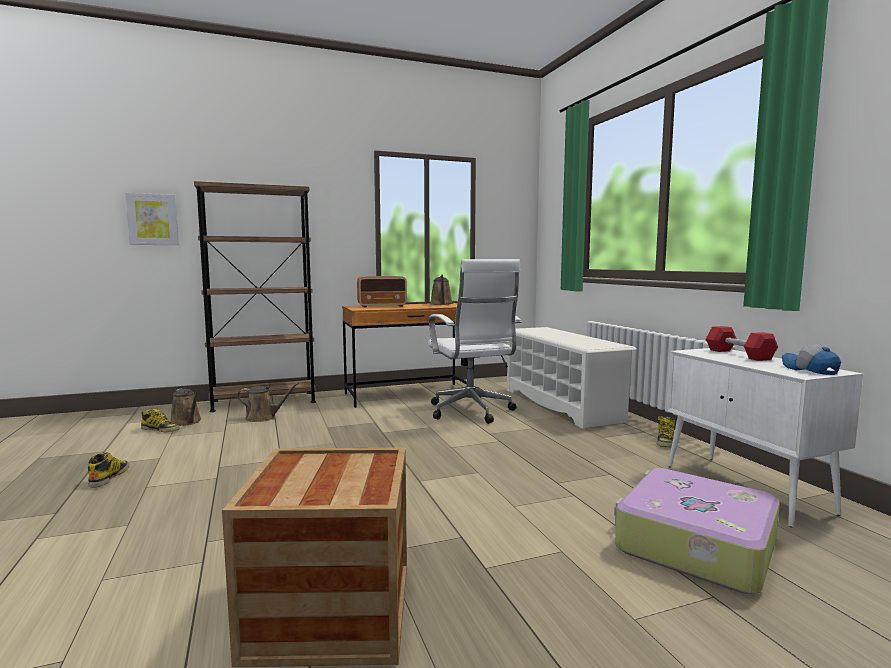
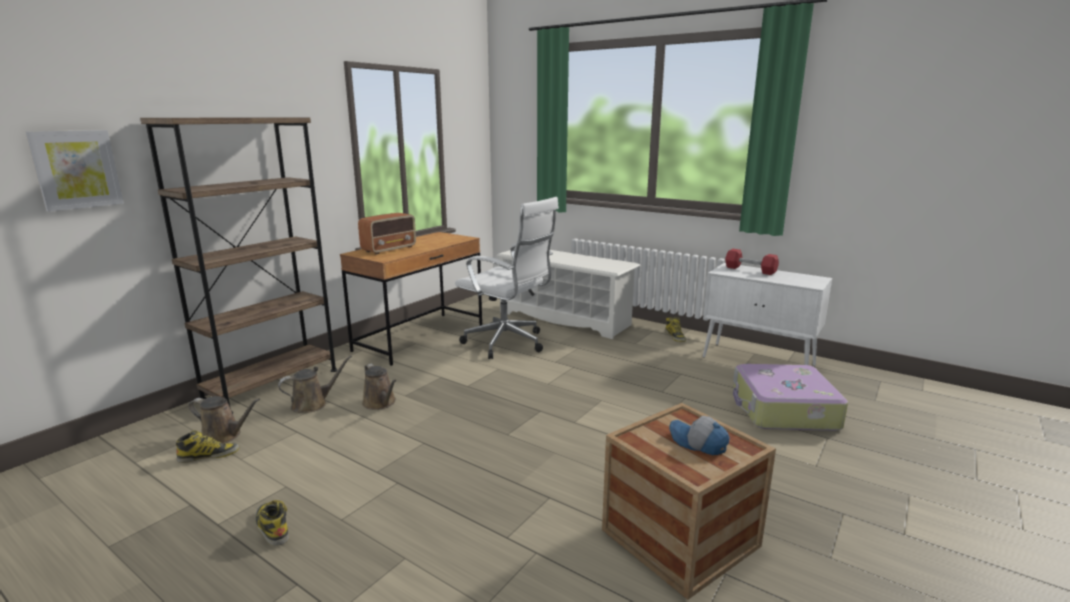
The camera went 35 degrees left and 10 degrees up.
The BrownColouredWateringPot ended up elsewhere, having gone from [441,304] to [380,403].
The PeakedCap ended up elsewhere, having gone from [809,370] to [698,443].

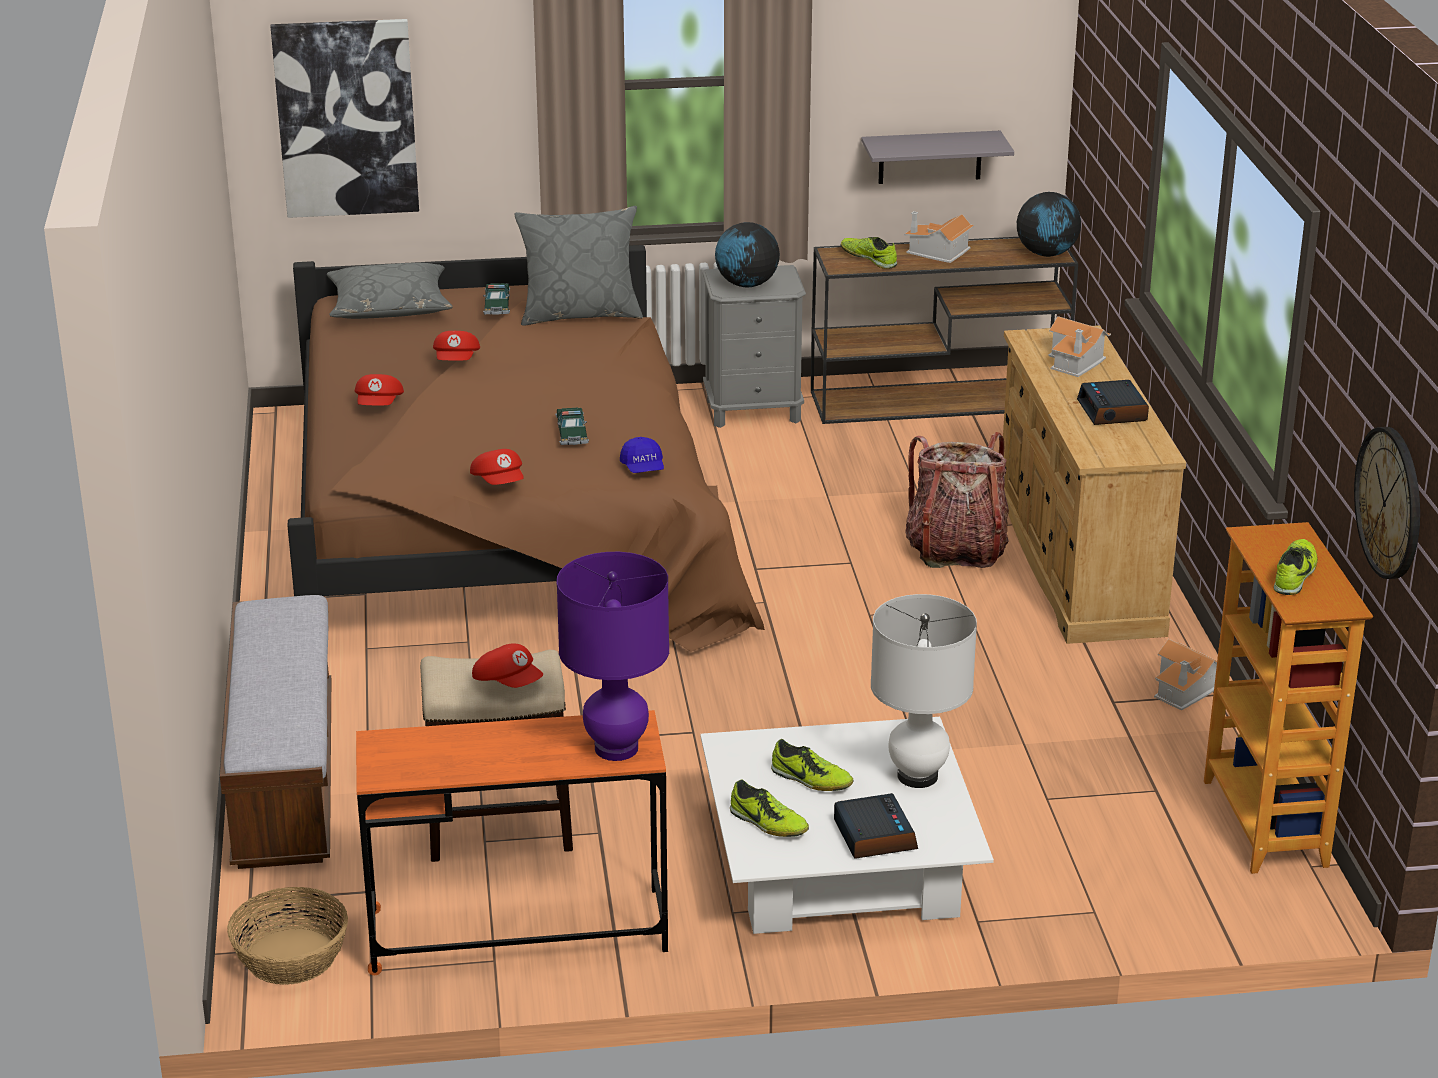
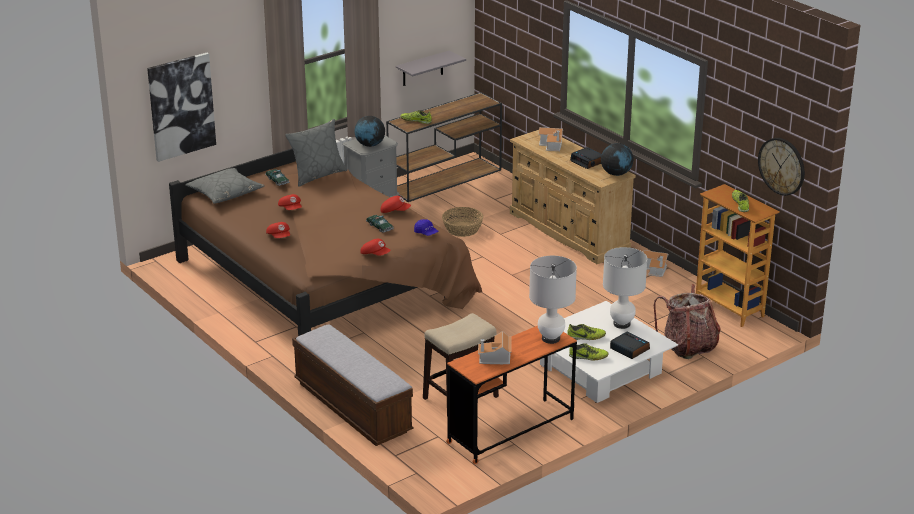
The camera went 30 degrees left and 0 degrees up.
The RedColouredPeakedCap ended up elsewhere, having gone from [508,682] to [395,211].
The HouseholdBasket ended up elsewhere, having gone from [292,957] to [463,229].
The MiniatureHouse ended up elsewhere, having gone from [938,252] to [495,358].
What was the PurplishTableLamp at [616,748] turned into the WhiteColouredTableLamp at [551,338].
The WorldGlobe ended up elsewhere, having gone from [1047,254] to [616,174].
The Knapsack ended up elsewhere, having gone from [956,550] to [688,347].

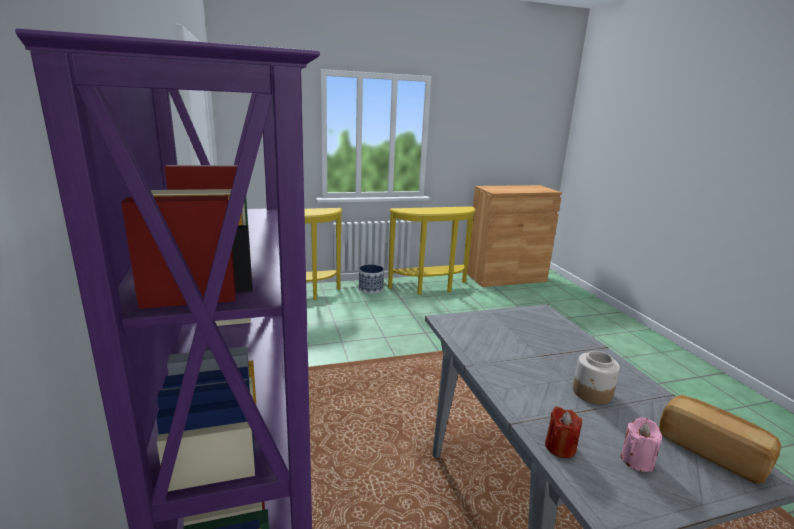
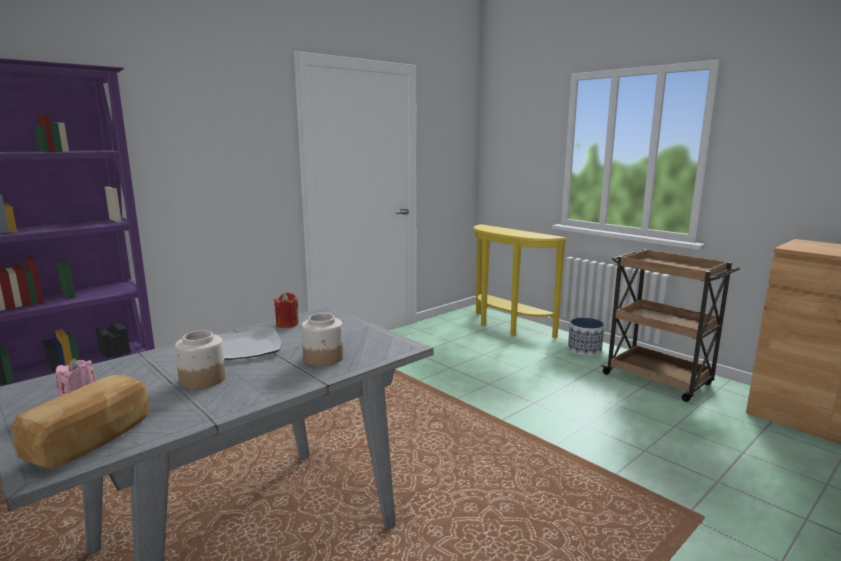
The camera went 65 degrees right and 5 degrees down.
The second view gained the Plate at [243,348].
The RedColouredWaxCandle ended up elsewhere, having gone from [560,447] to [287,324].
The second view gained the PreserveJar at [323,358].
Where the YellowishConsoleTable stood at [431,288], the BrownColouredTrolley came to stand at [659,380].

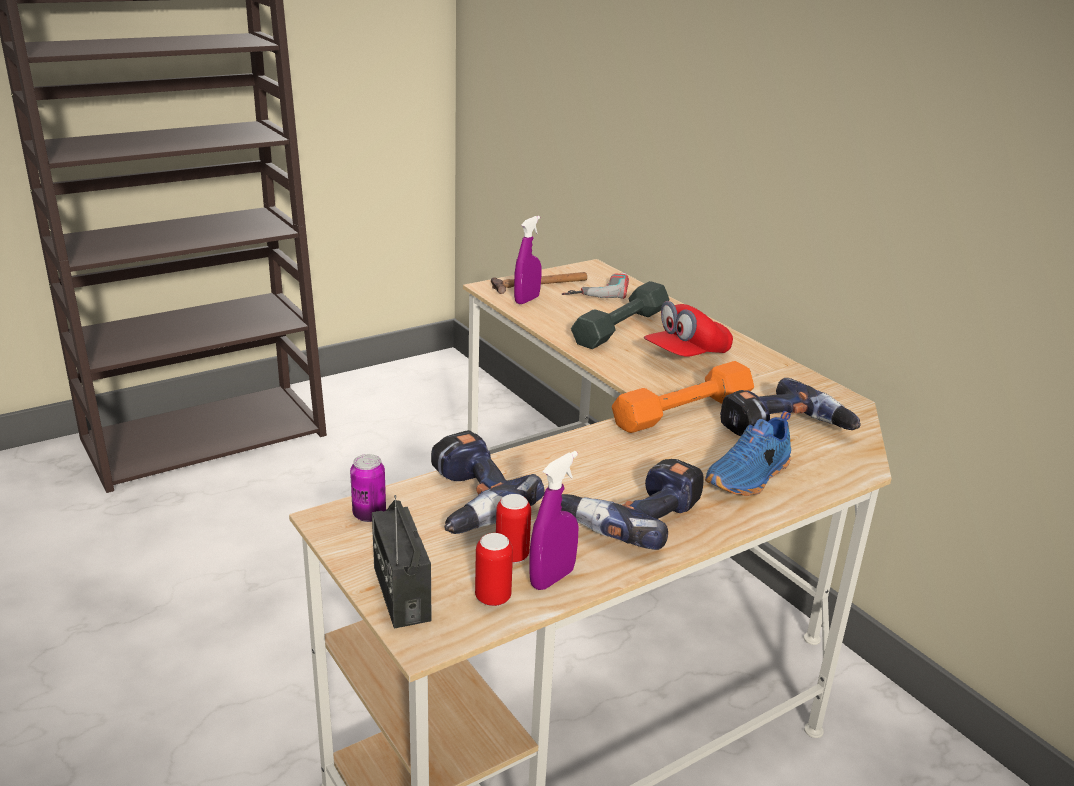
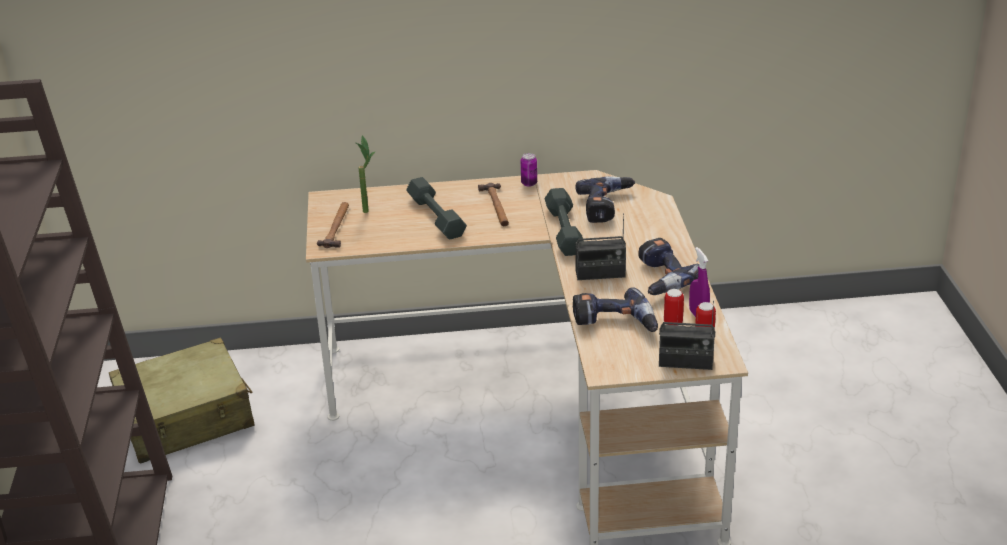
The camera went 60 degrees left and 5 degrees up.
The second view gained the BeigeColouredSuitcase at [186,418].
Where the ElectricDrill stood at [596,290], the PlantInAPot came to stand at [368,208].
Where the RedColouredPeakedCap stood at [686,355], the HandHammer came to stand at [496,206].
The SealedCan ended up elsewhere, having gone from [369,515] to [529,183].
What was the OrangeDumbbell at [683,411] turned into the GreyishDumbbell at [564,230].
The second view gained the RadioReceiver at [600,274].
The second view lost the PurplishSprayer at [527,300].
The second view lost the BluishShoe at [750,477].

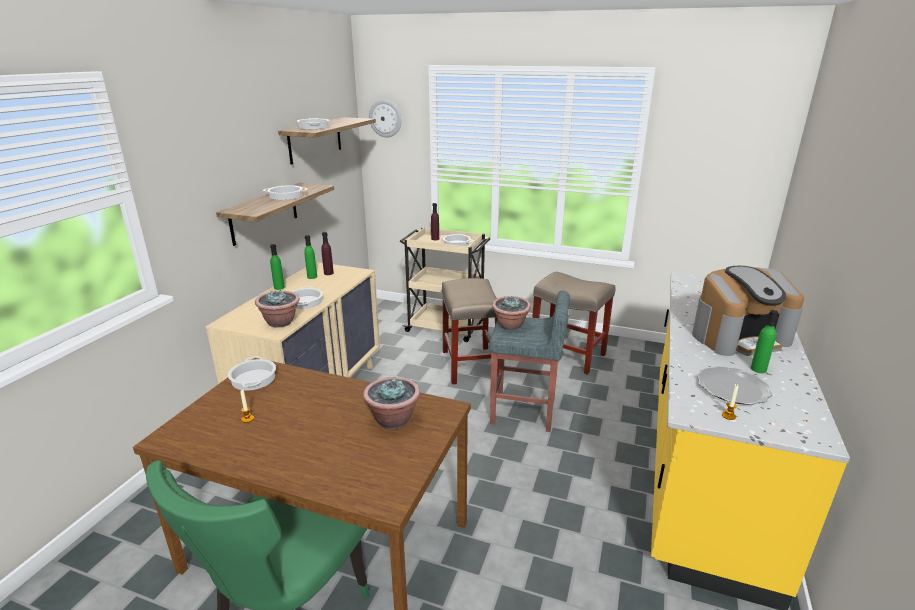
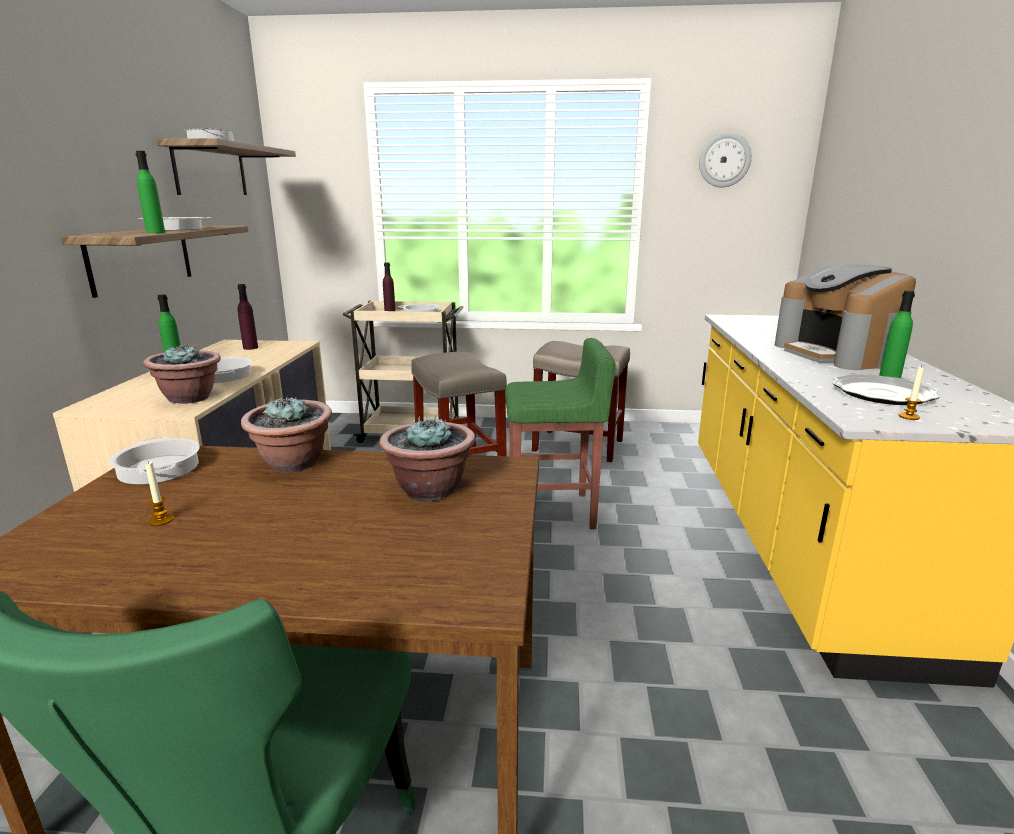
The camera went 15 degrees left and 5 degrees down.
The GreenBottle ended up elsewhere, having gone from [312,277] to [155,232].
The PlantInAPot ended up elsewhere, having gone from [510,325] to [293,463].
What was the GreyishStoolSeat at [524,412] turned into the GreenStoolSeat at [552,511].
The ClockOnTheWall ended up elsewhere, having gone from [385,118] to [724,160].
The CoffeeMachine at [739,337] ended up facing another way, 105 degrees clockwise from before.

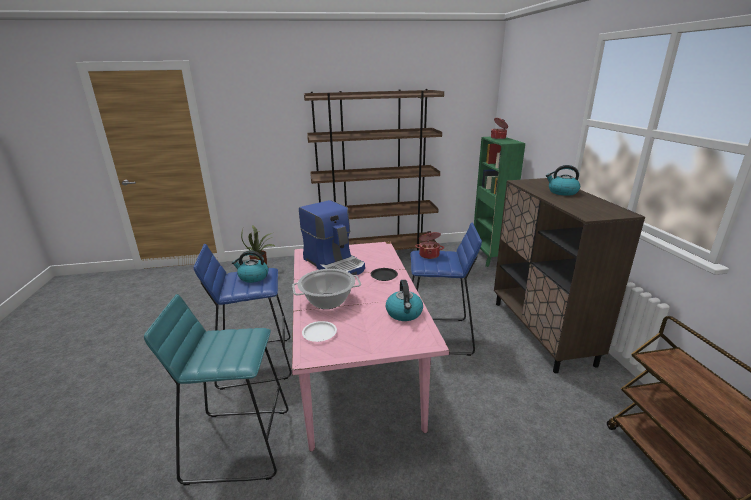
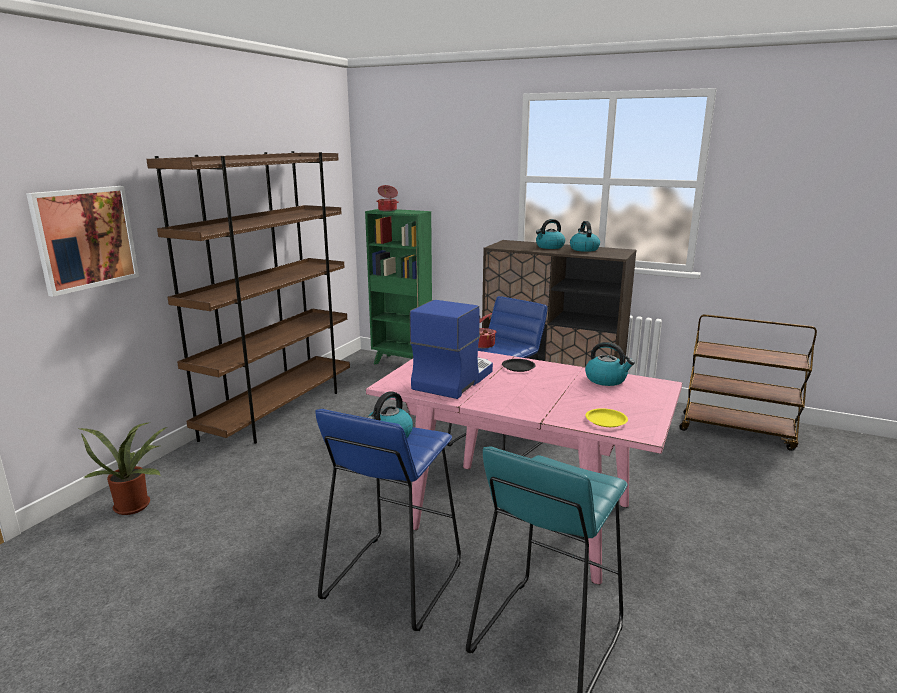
The camera went 55 degrees left and 5 degrees down.
The second view gained the WallPicture at [85,238].
The CoffeeMachine at [335,264] ended up facing another way, 60 degrees counterclockwise from before.
The second view gained the Kettle at [584,249].
What was the WhiteColouredPlate at [319,333] turned into the YellowishPlate at [606,421].
The second view lost the Saucepot at [327,301].

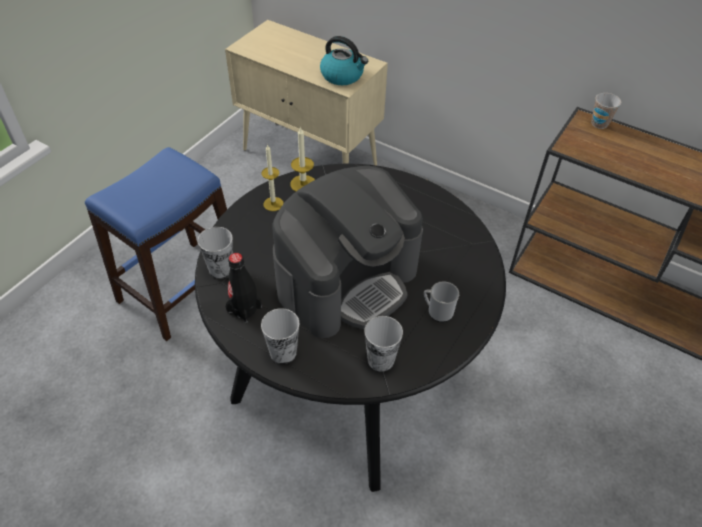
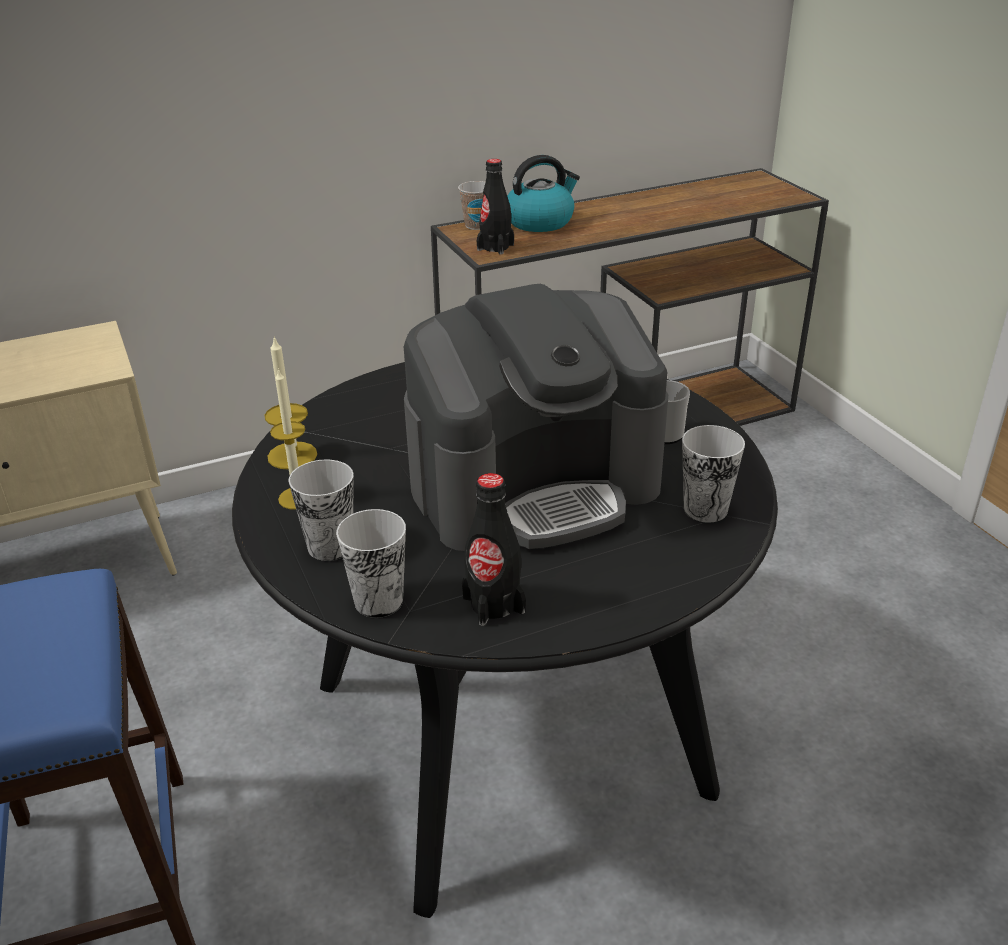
The camera went 55 degrees left and 15 degrees down.
The Cup ended up elsewhere, having gone from [283,352] to [330,546].
The CoffeeMachine at [347,280] ended up facing another way, 75 degrees clockwise from before.
The second view gained the BlackishBottle at [495,247].
The Kettle ended up elsewhere, having gone from [343,76] to [540,221].

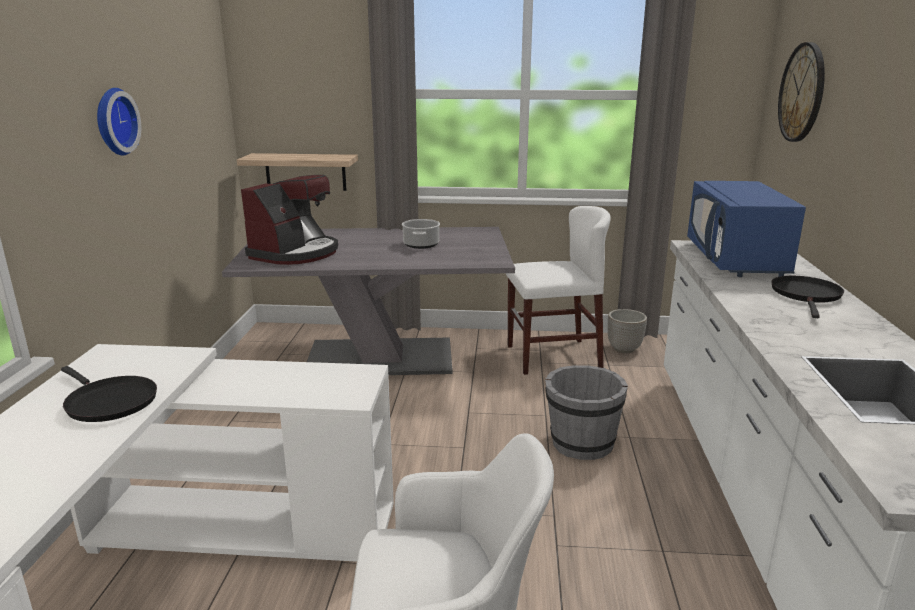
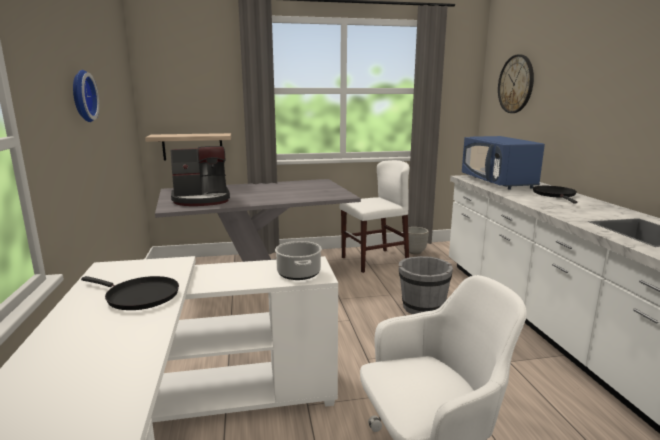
The camera went 15 degrees left and 5 degrees down.
The CoffeeMachine at [295,253] ended up facing another way, 60 degrees clockwise from before.
The Saucepot ended up elsewhere, having gone from [421,245] to [299,273].

